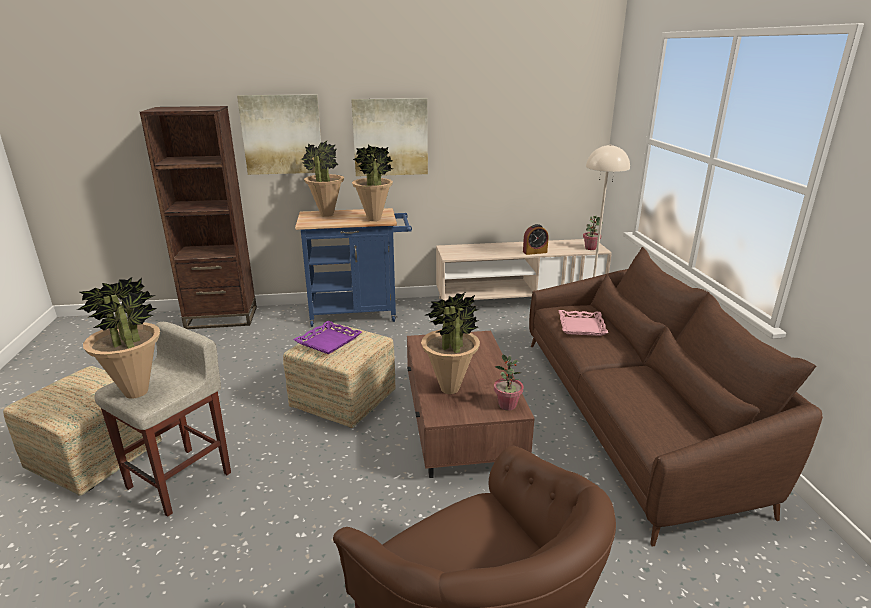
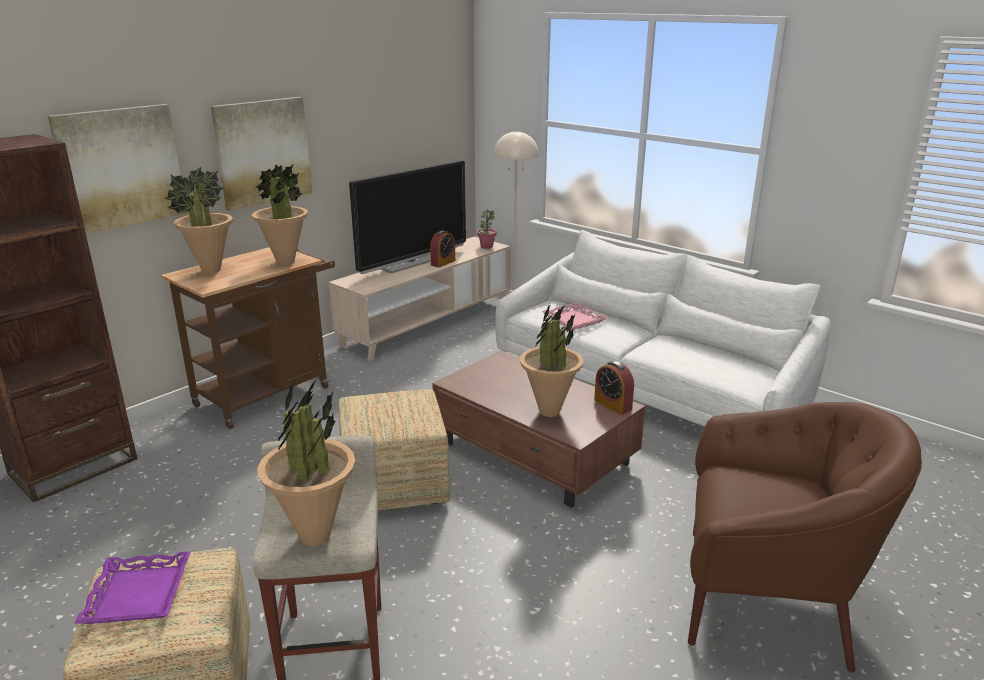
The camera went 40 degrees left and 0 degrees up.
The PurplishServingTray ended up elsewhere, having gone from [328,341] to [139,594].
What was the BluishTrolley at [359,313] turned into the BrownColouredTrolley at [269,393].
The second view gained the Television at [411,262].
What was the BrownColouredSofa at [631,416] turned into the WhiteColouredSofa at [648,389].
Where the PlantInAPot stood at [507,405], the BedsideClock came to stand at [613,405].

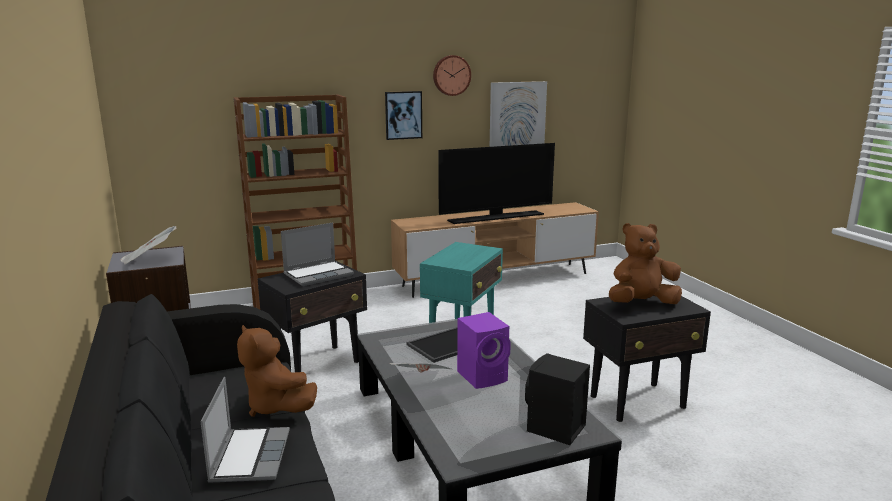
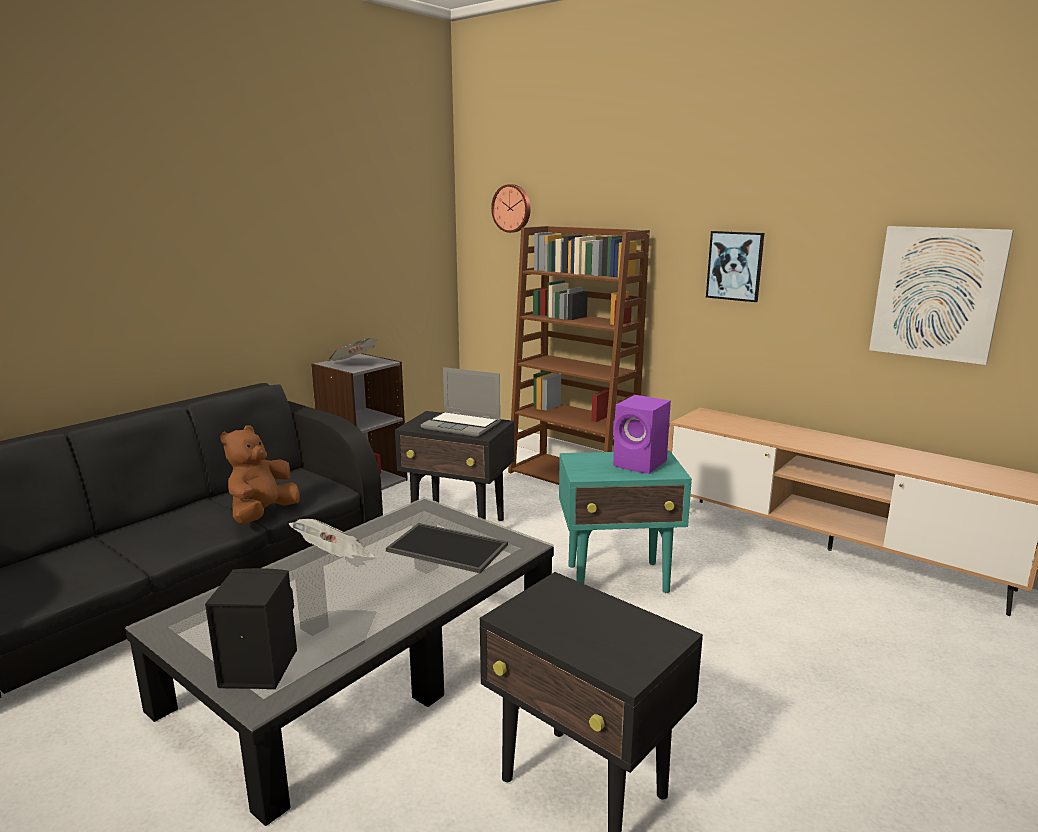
The camera went 60 degrees right and 0 degrees up.
The ClockOnTheWall ended up elsewhere, having gone from [451,75] to [512,208].
The PurplishSpeaker ended up elsewhere, having gone from [484,376] to [641,464].
The second view lost the NotebookComputer at [249,456].
The second view lost the Television at [496,217].
The second view lost the BrownColouredPlushToy at [641,303].

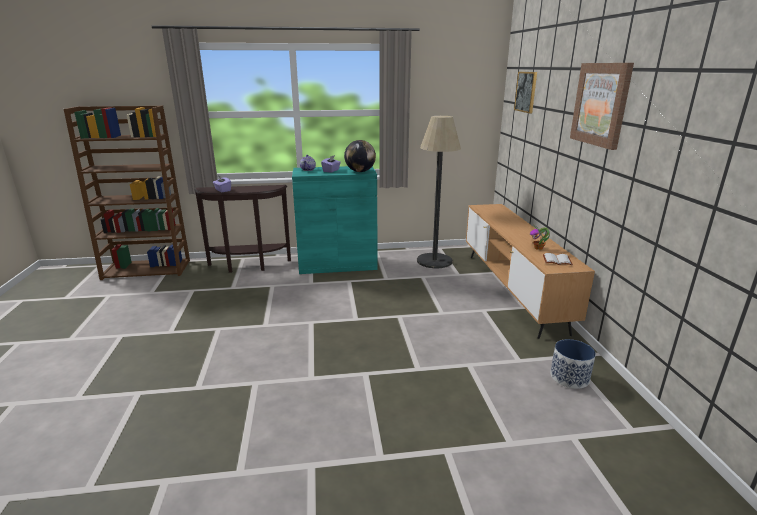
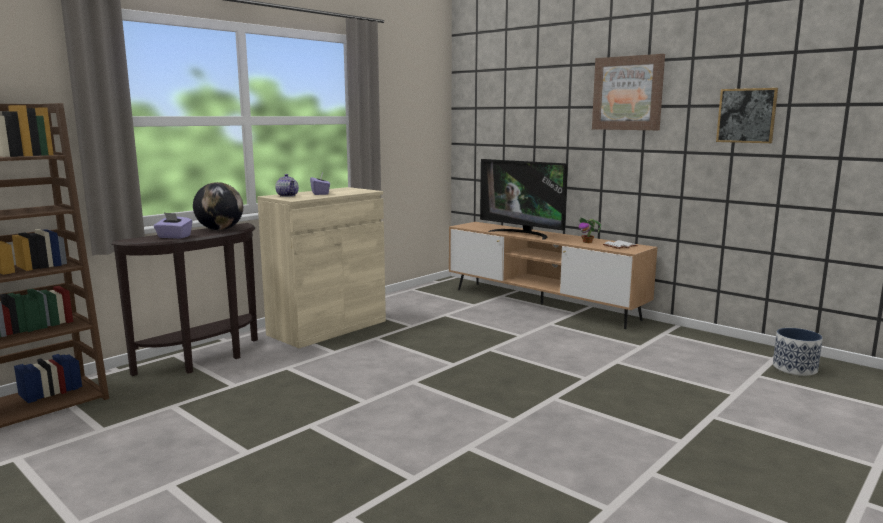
The camera went 40 degrees left and 10 degrees down.
The WorldGlobe ended up elsewhere, having gone from [360,171] to [220,229].
What was the TurquoiseCabinet at [337,264] turned into the BeigeColouredCabinet at [327,328].
The second view gained the Television at [522,234].
The WallPicture ended up elsewhere, having gone from [526,92] to [746,115].
The Planter ended up elsewhere, having gone from [569,377] to [795,368].
The second view lost the StandingLamp at [434,261].

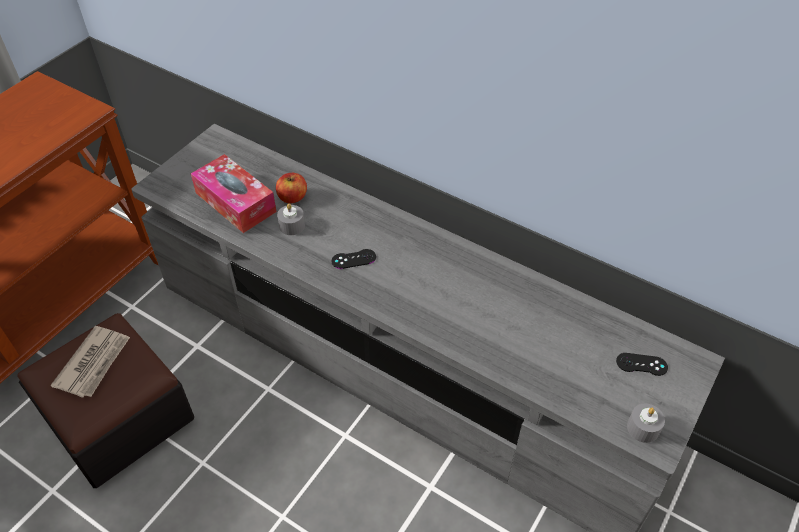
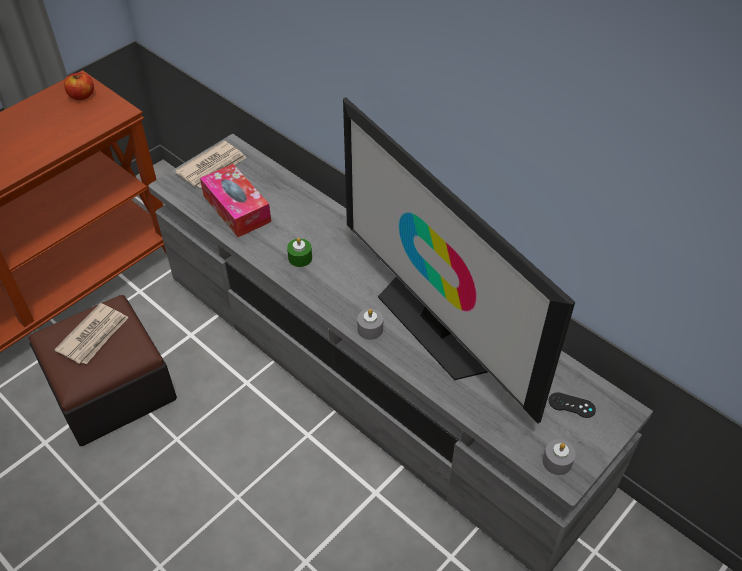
The camera went 10 degrees right and 0 degrees up.
The AppleFruit ended up elsewhere, having gone from [292,197] to [82,96].
The second view gained the Newspaper at [213,167].
The second view gained the GreenWaxCandle at [300,258].
The second view gained the Television at [436,325].
The GreyishWaxCandle ended up elsewhere, having gone from [292,226] to [370,329].
The second view lost the BlackishGameController at [353,259].

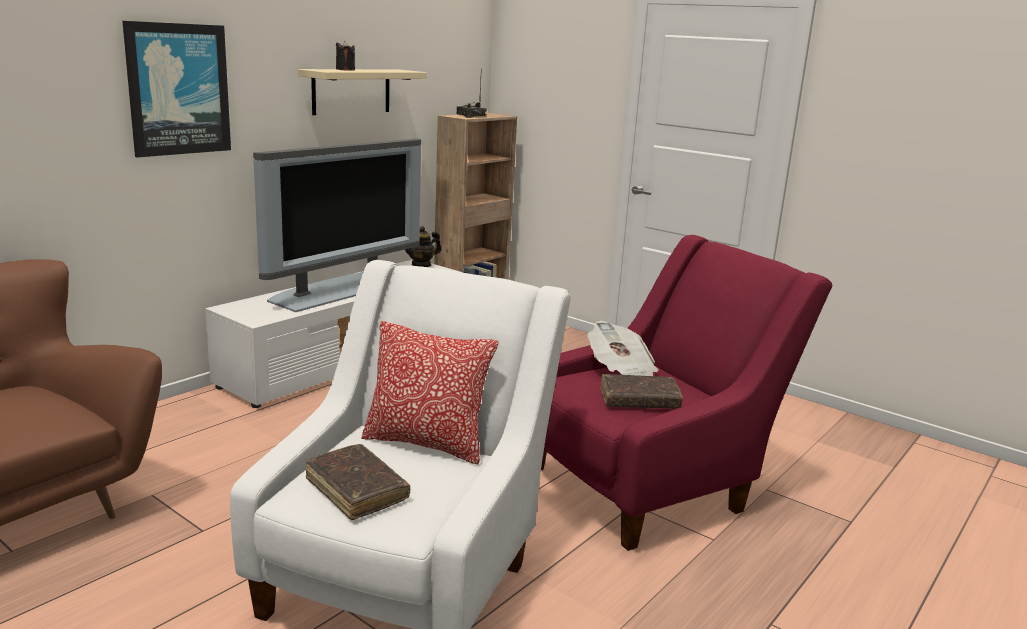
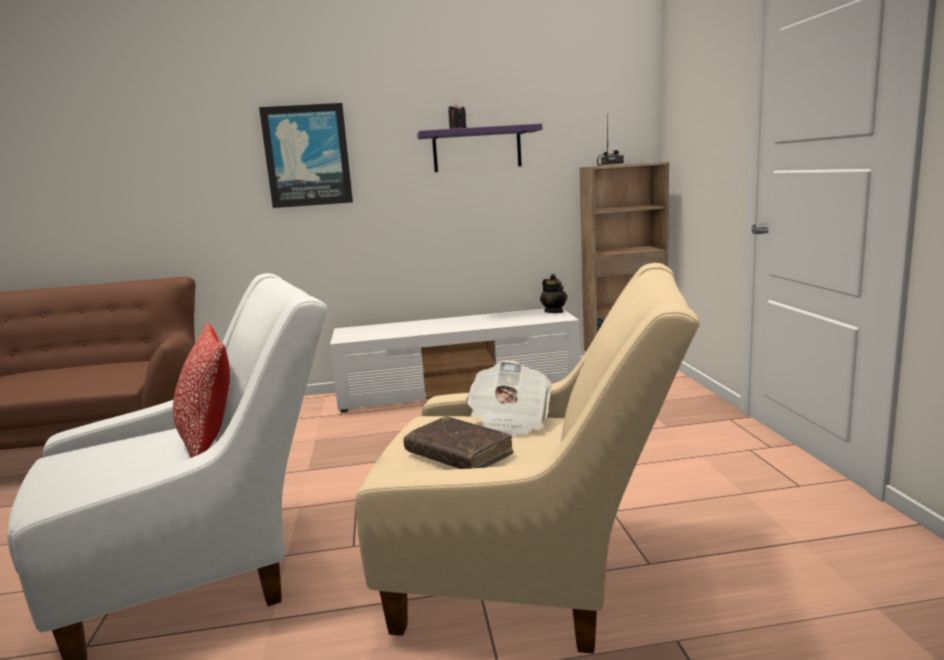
The camera went 45 degrees right and 5 degrees down.
What was the RedColouredArmchair at [649,484] turned into the BeigeColouredArmchair at [532,574].
What was the BeigeColouredShelf at [351,91] turned into the PurplishShelf at [477,149].
The TeaPot at [421,265] ended up facing another way, 120 degrees counterclockwise from before.
The second view lost the Television at [343,288].
The second view lost the BrownColouredBoundBook at [356,490].

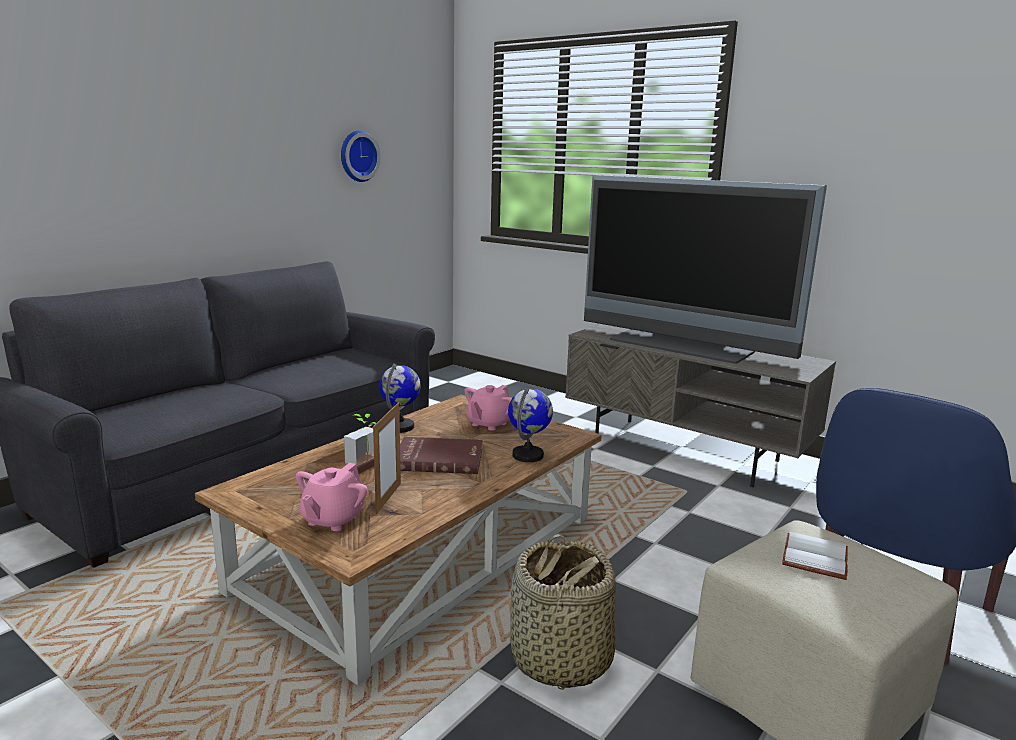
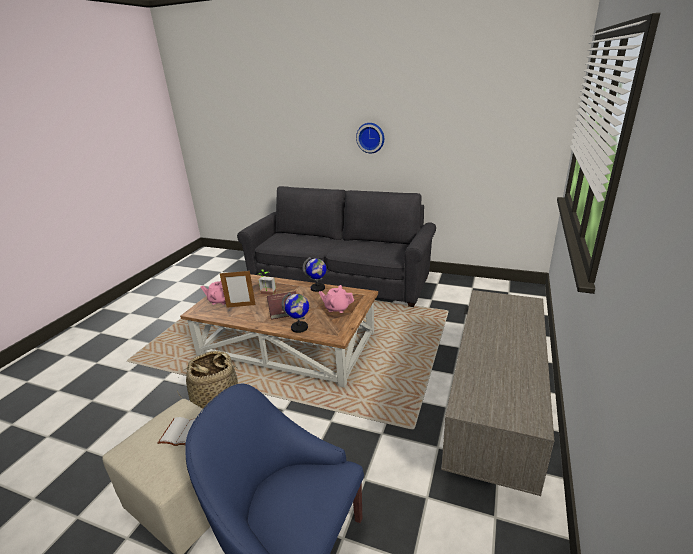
The camera went 75 degrees right and 10 degrees up.
The ClockOnTheWall ended up elsewhere, having gone from [357,156] to [370,137].
The second view lost the Television at [681,345].

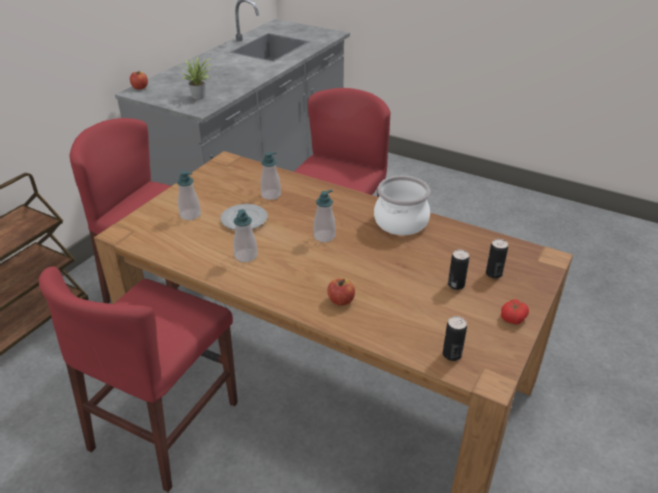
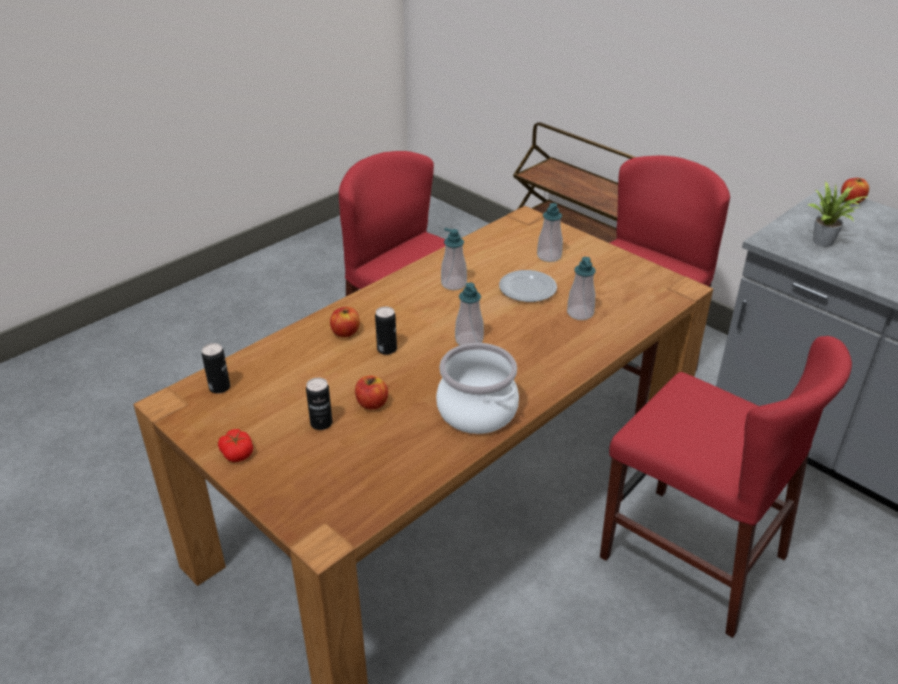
The camera went 105 degrees right and 0 degrees up.
The second view gained the AppleFruit at [372,403].
The SealedCan ended up elsewhere, having gone from [493,274] to [387,349].

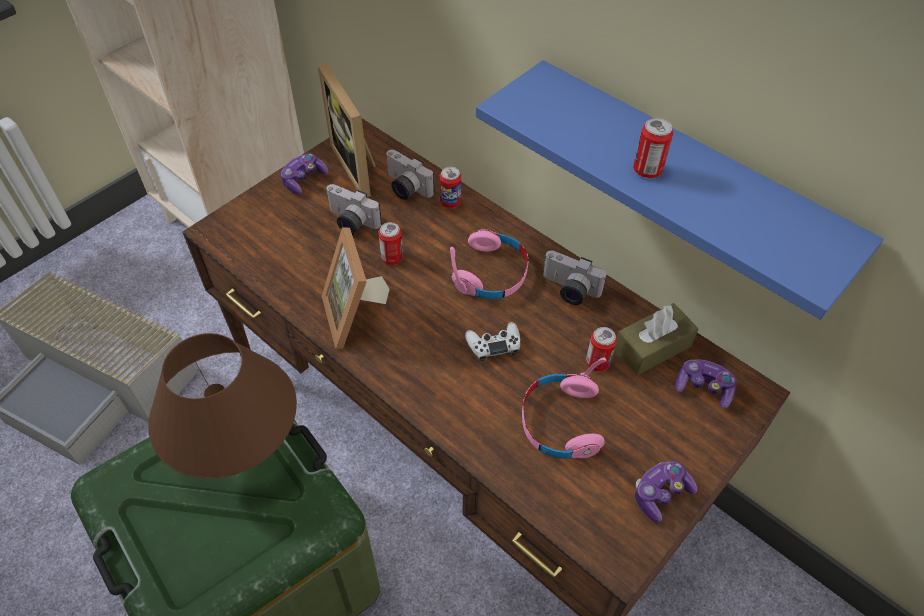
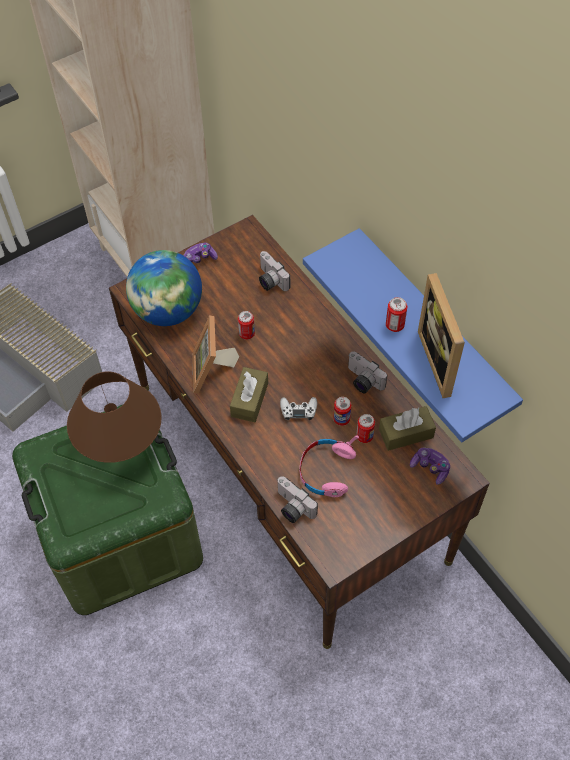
The camera went 15 degrees right and 5 degrees up.
The second view gained the WorldGlobe at [168,311].
The second view gained the BrownColouredTissueBox at [249,400].
The StillCamera ended up elsewhere, having gone from [350,222] to [292,508].
The SealedCan ended up elsewhere, having gone from [450,202] to [341,419].
The PhotoFrame ended up elsewhere, having gone from [359,167] to [443,361].
The second view lost the PinkColouredHeadphones at [492,273].
The second view lost the GameController at [660,494].

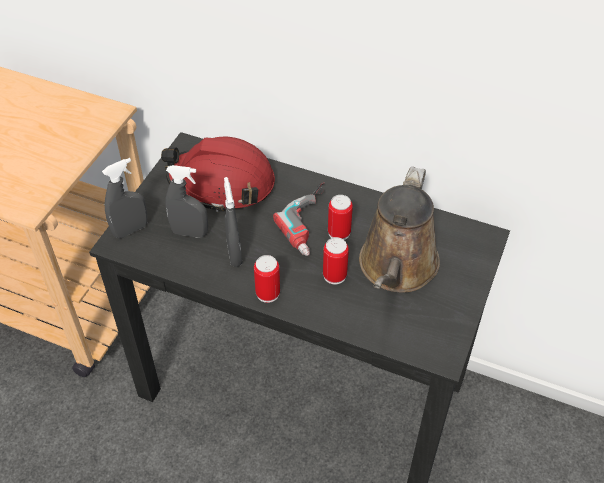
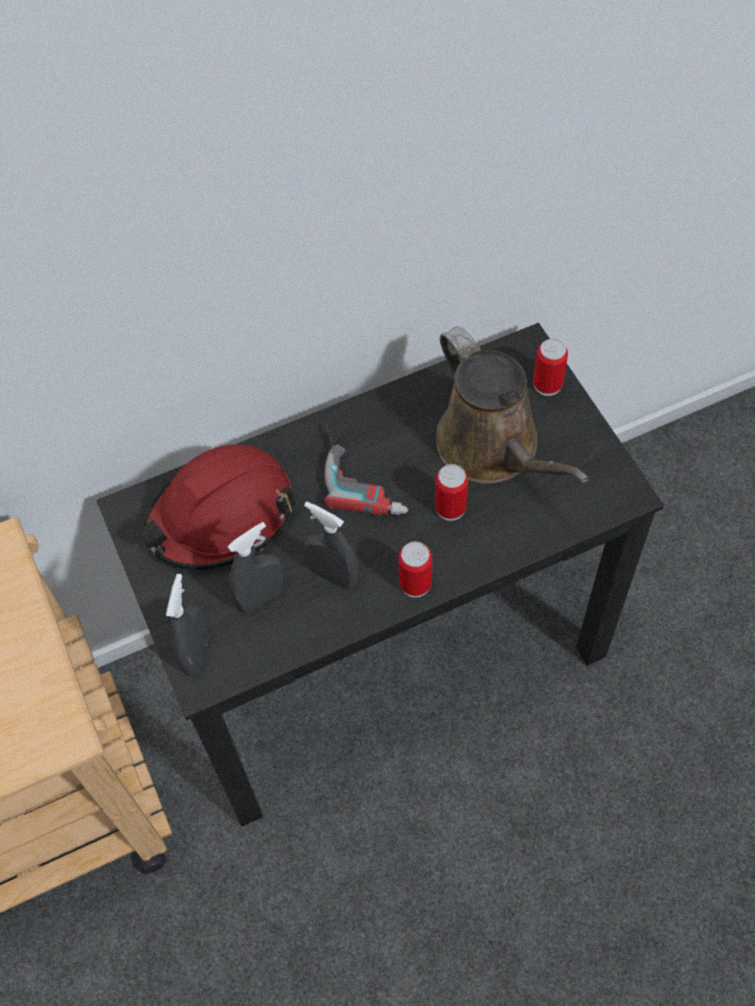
The camera went 45 degrees left and 10 degrees up.
The SealedCan ended up elsewhere, having gone from [339,232] to [547,384].

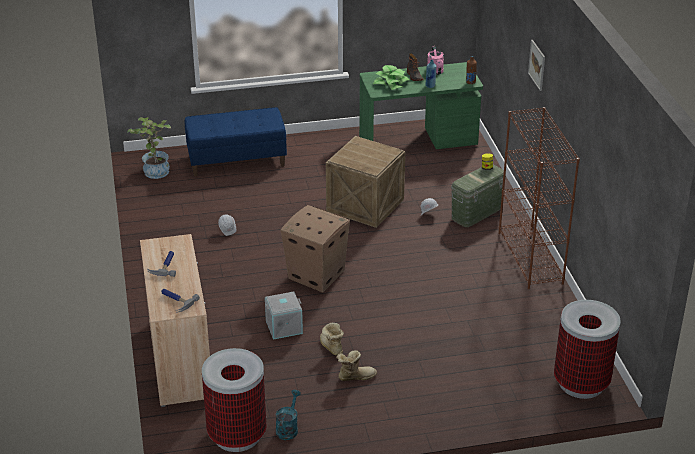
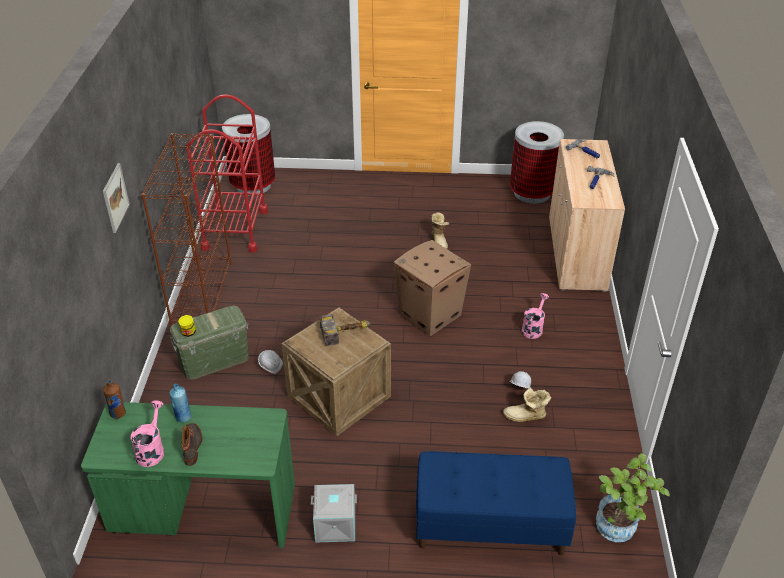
The camera went 165 degrees left and 5 degrees up.
The second view gained the RedColouredTrolley at [235,229].
The GreyishStorageBin ended up elsewhere, having gone from [284,326] to [335,525].
The second view gained the HandHammer at [346,332].
The HighTopBoot ended up elsewhere, having gone from [355,376] to [526,417].
The second view gained the PinkColouredWateringPot at [533,328].
The second view lost the TurquoiseWateringPot at [288,428].
The second view lost the PlantInAPot at [391,83].

